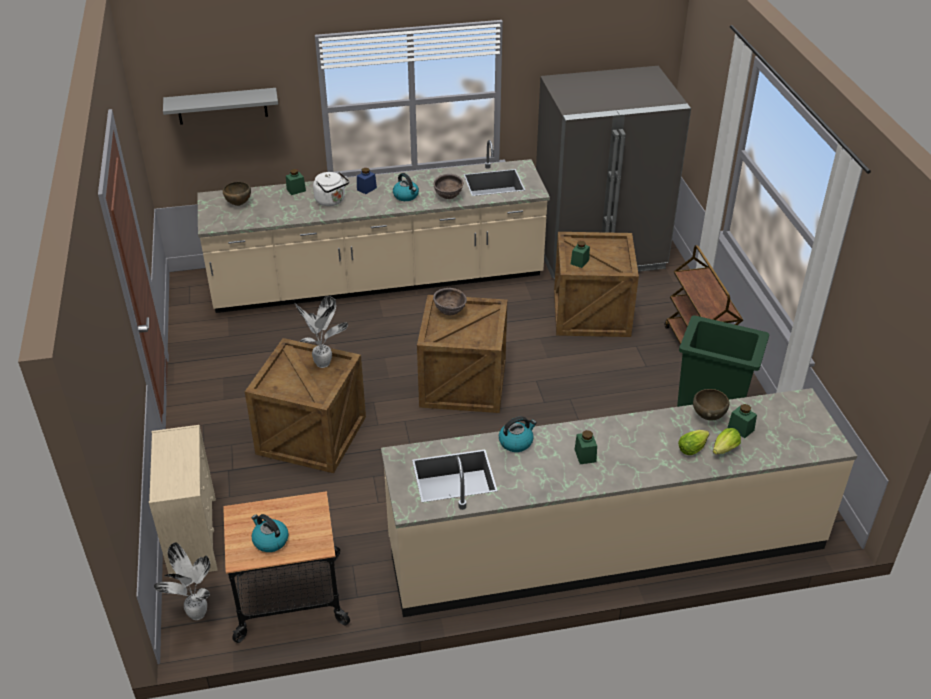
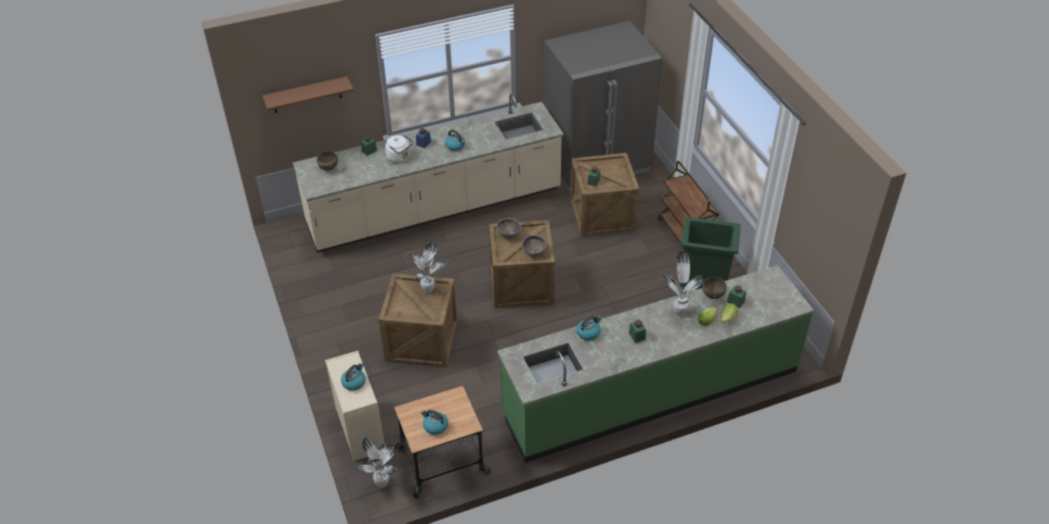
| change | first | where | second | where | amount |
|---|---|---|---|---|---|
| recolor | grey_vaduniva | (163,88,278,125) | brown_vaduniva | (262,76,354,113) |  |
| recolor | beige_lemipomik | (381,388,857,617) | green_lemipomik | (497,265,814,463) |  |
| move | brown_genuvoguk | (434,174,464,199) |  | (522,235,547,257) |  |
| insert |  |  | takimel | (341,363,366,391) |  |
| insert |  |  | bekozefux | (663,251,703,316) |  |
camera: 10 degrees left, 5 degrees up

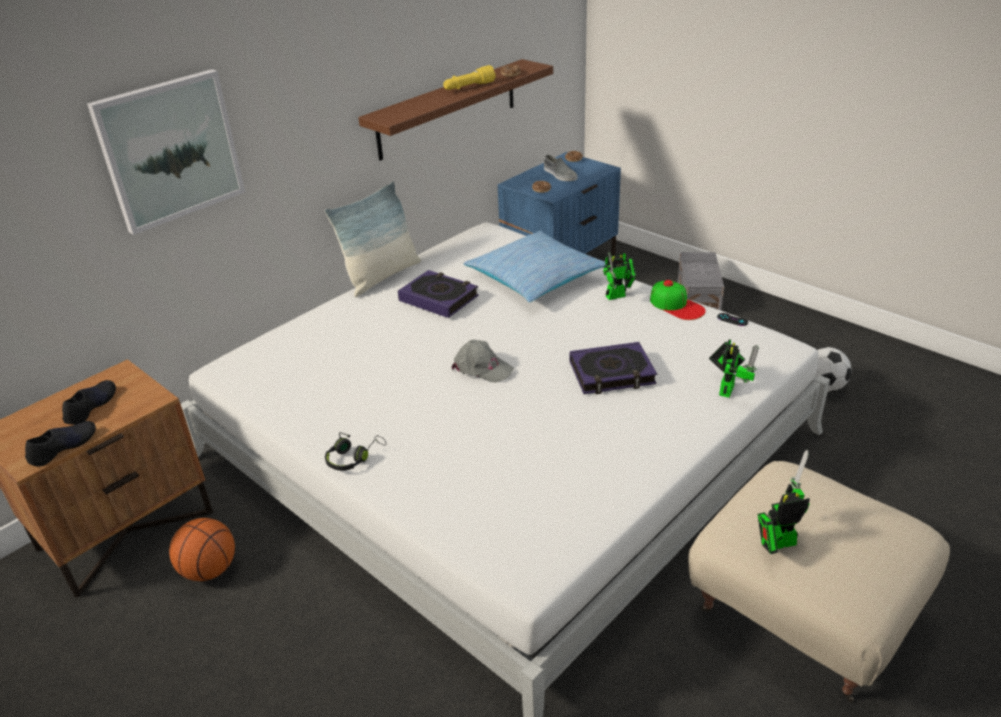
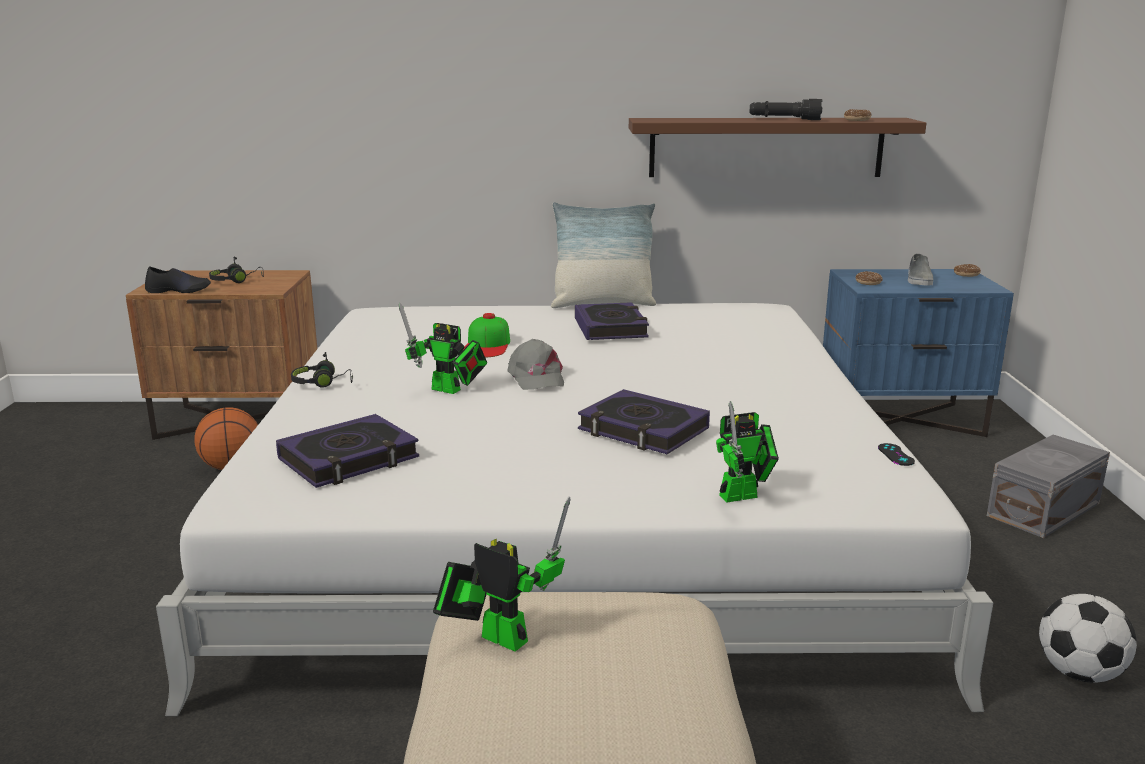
| change | first | where | second | where | amount |
|---|---|---|---|---|---|
| replace | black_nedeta | (62,380,116,425) | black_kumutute | (209,257,264,283) |  |
| delete | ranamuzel | (87,69,245,235) |  |  |  |
| recolor | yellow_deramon | (443,65,496,90) | black_deramon | (749,99,823,120) |  |
| delete | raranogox | (463,230,605,302) |  |  |  |
| move | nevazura | (603,252,636,300) |  | (399,302,487,394) |  |
| move | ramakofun | (650,280,706,320) |  | (463,313,510,358) |  |
| insert |  |  | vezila | (276,414,419,488) |  |
camera: 45 degrees right, 15 degrees down

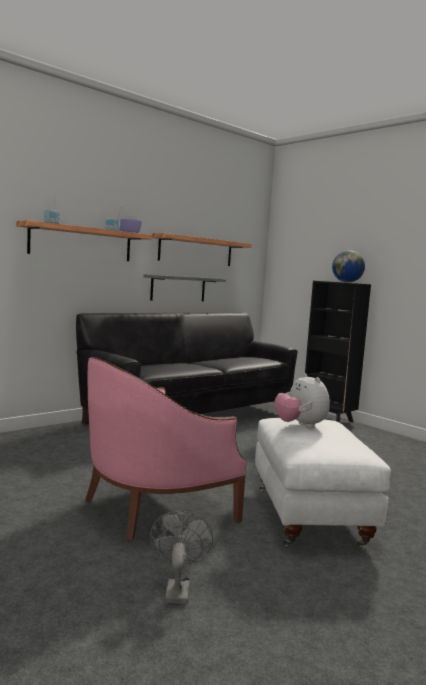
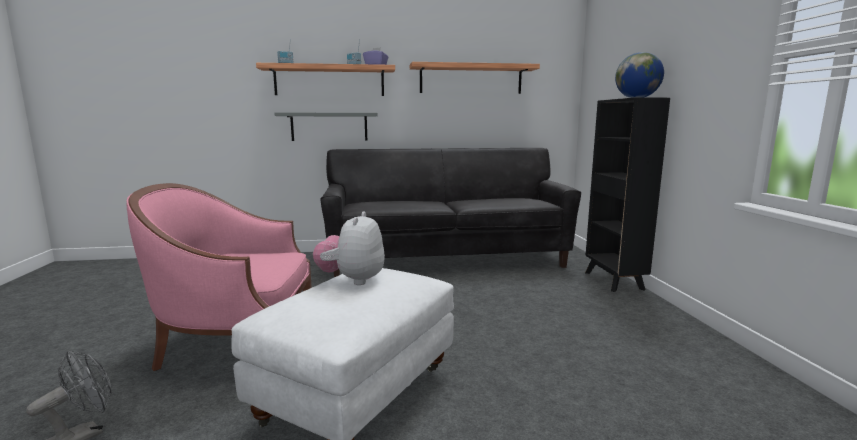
| change | first | where | second | where | amount |
|---|---|---|---|---|---|
| move | grey_vaduniva | (143,274,226,301) |  | (274,113,378,141) |  |
camera: 35 degrees right, 5 degrees up

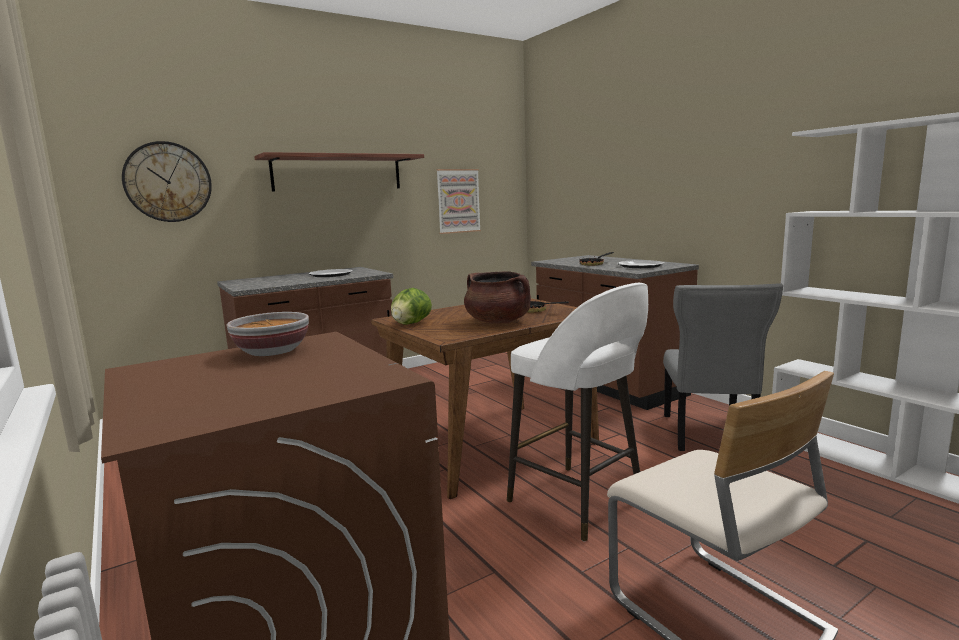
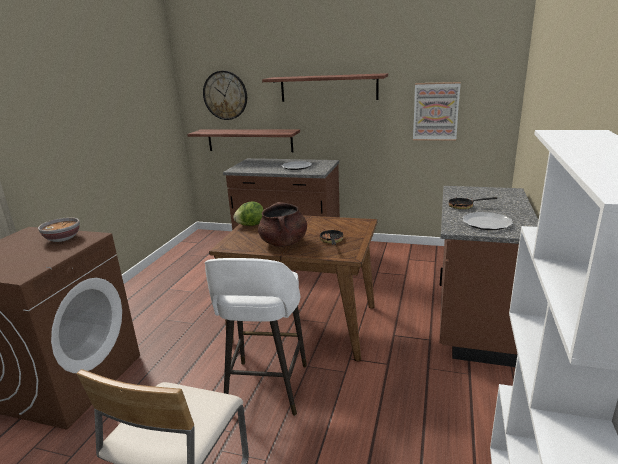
| change | first | where | second | where | amount |
|---|---|---|---|---|---|
| delete | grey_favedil | (663,283,783,451) |  |  |  |
| insert |  |  | vaduniva | (187,129,300,152) |  |
camera: 50 degrees right, 10 degrees up

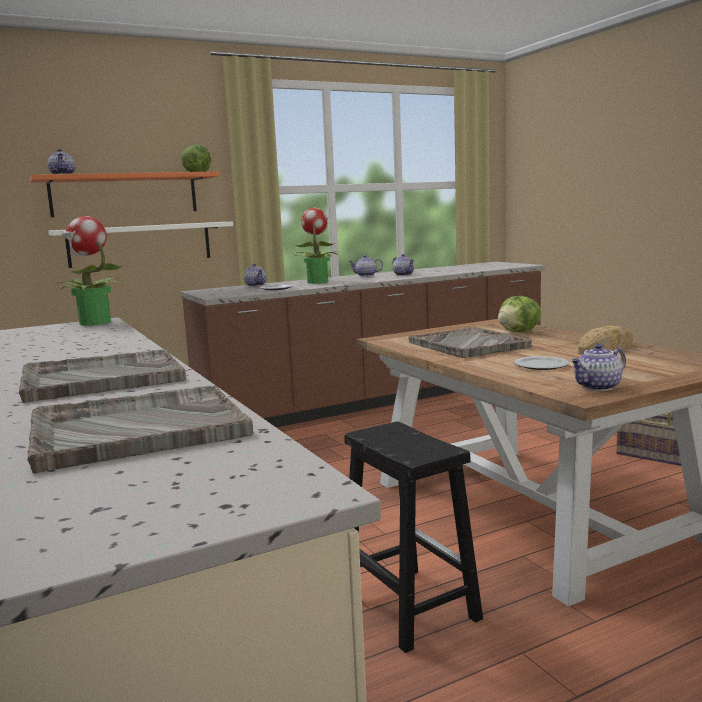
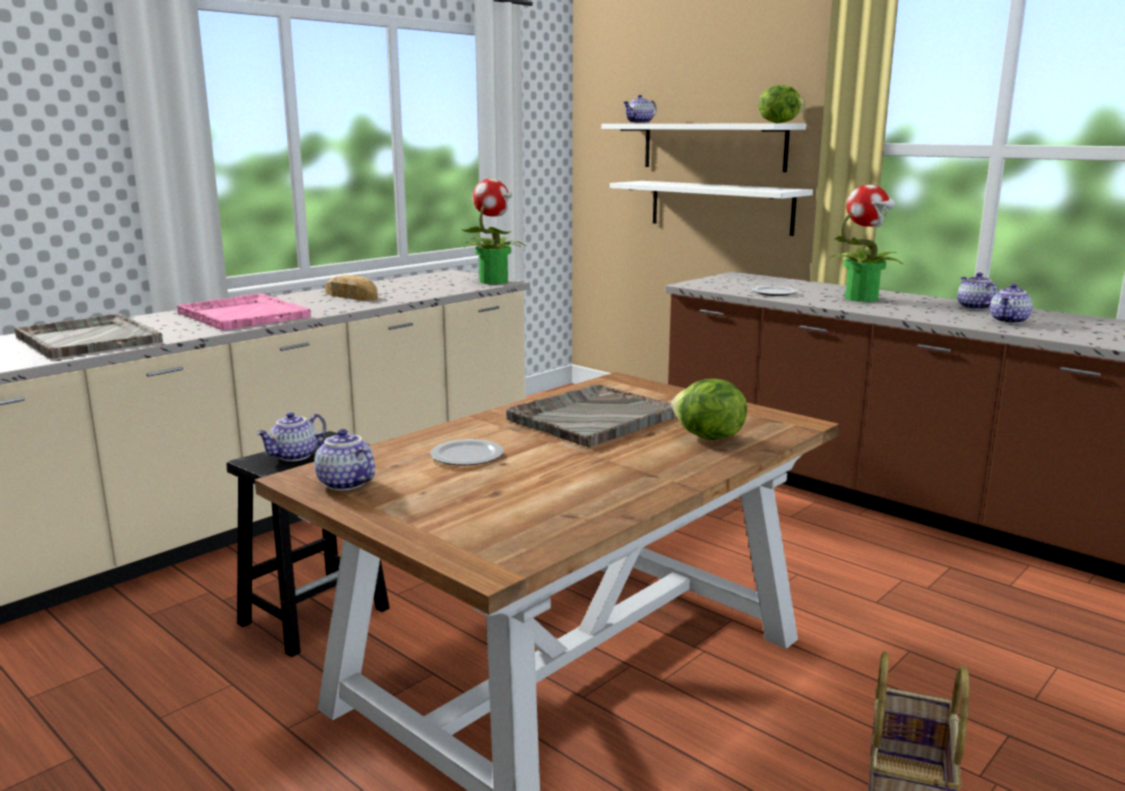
| change | first | where | second | where | amount |
|---|---|---|---|---|---|
| recolor | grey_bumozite | (19,350,186,403) | pink_bumozite | (177,293,311,330) |  |
| recolor | orange_vaduniva | (30,171,219,217) | white_vaduniva | (601,124,806,172) |  |
| move | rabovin | (244,263,266,287) |  | (256,412,326,461) |  |
| move | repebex | (578,325,633,355) |  | (325,275,378,301) |  |
camera: 70 degrees right, 5 degrees up

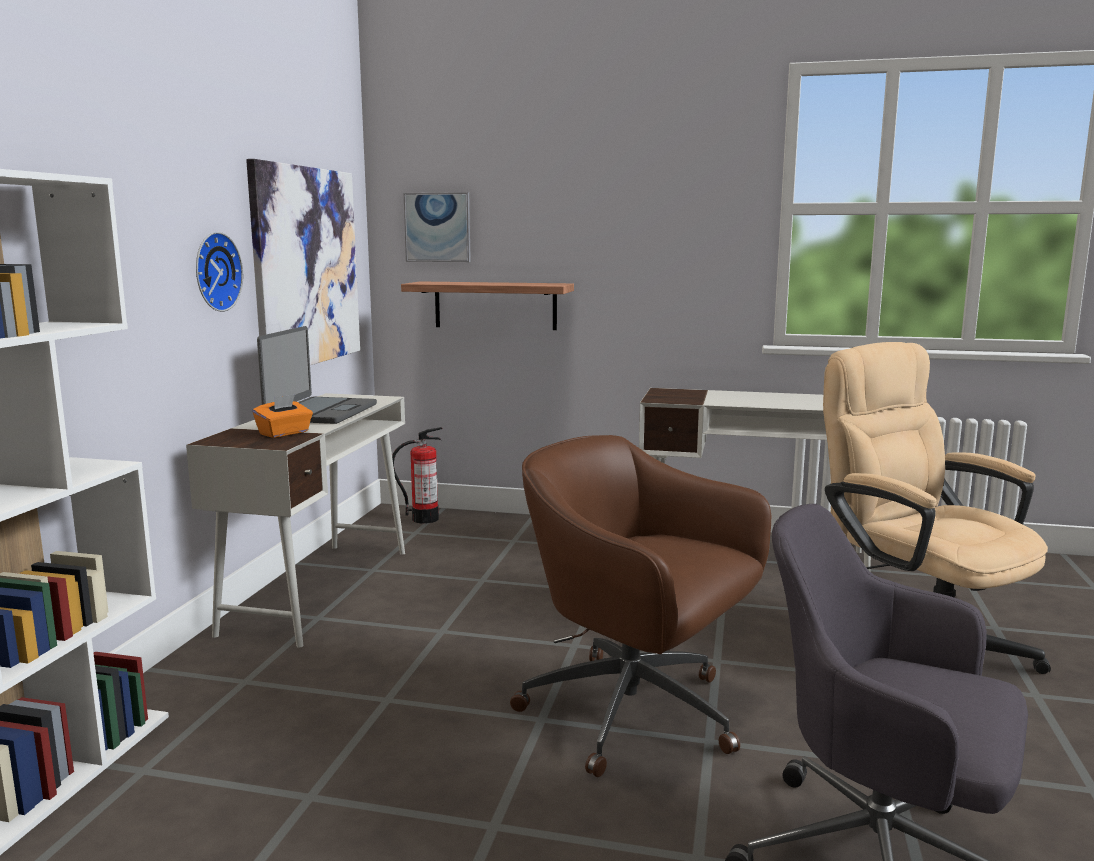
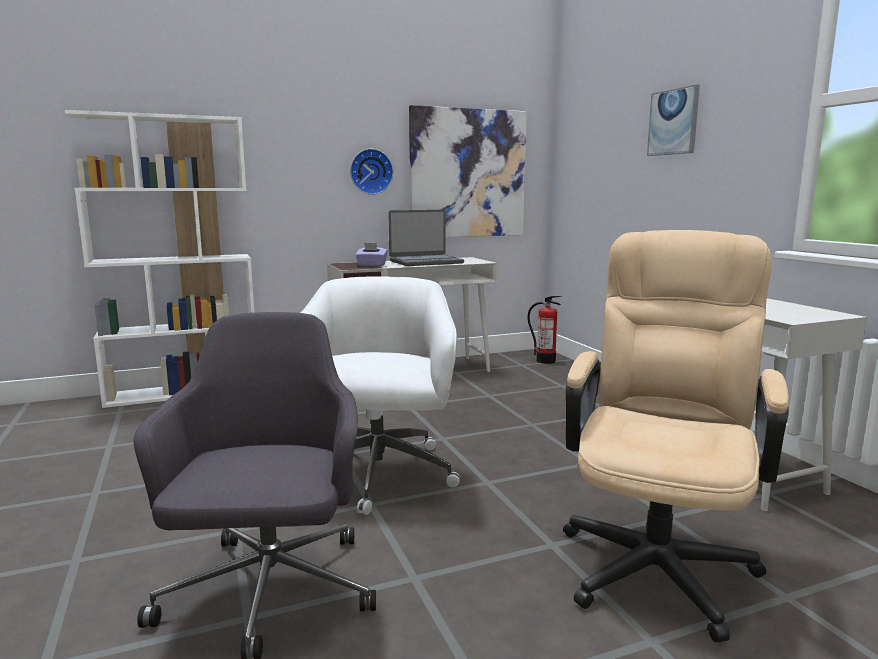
| change | first | where | second | where | amount |
|---|---|---|---|---|---|
| recolor | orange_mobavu | (252,394,313,438) | purple_mobavu | (355,243,388,267) |  |
| delete | vaduniva | (401,281,574,330) |  |  |  |
| move | ranamuzel | (404,192,471,262) |  | (647,84,700,156) |  |
| recolor | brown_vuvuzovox | (510,435,772,777) | white_vuvuzovox | (301,276,460,515) |  |
camera: 55 degrees right, 0 degrees up

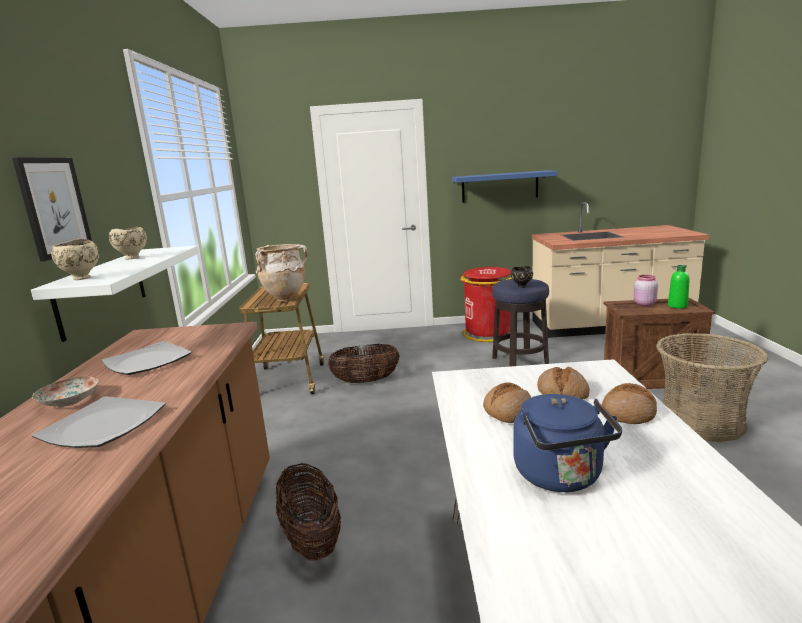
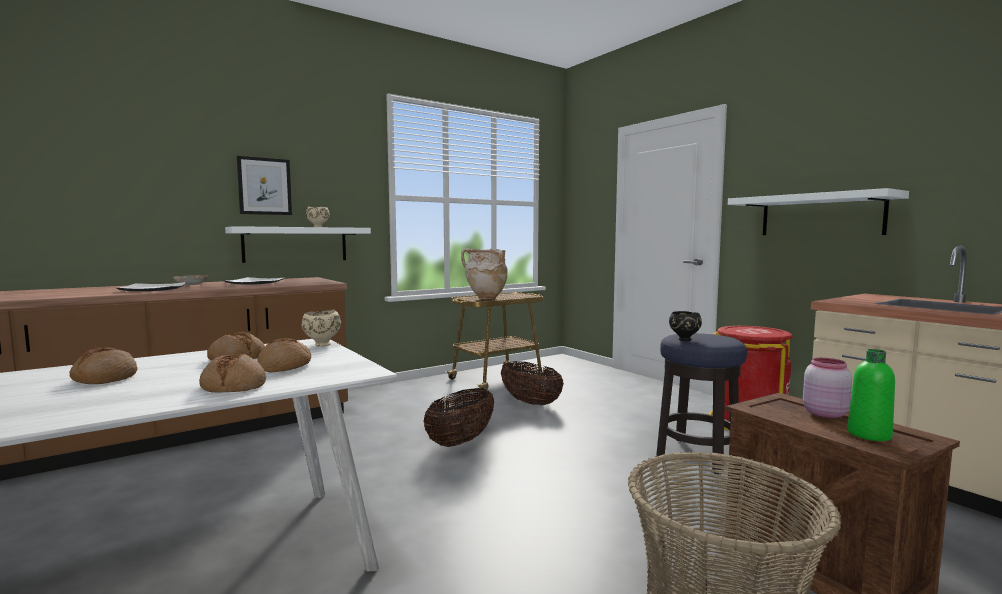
| change | first | where | second | where | amount |
|---|---|---|---|---|---|
| move | beige_genuvoguk | (51,239,99,280) |  | (302,309,341,347) |  |
| move | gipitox | (276,463,341,561) |  | (424,388,494,447) |  |
| recolor | blue_vaduniva | (452,170,558,203) | white_vaduniva | (728,188,909,235) |  |
| replace | blue_takimel | (513,394,622,492) | repebex | (69,347,138,384) |  |
camera: 55 degrees right, 10 degrees down

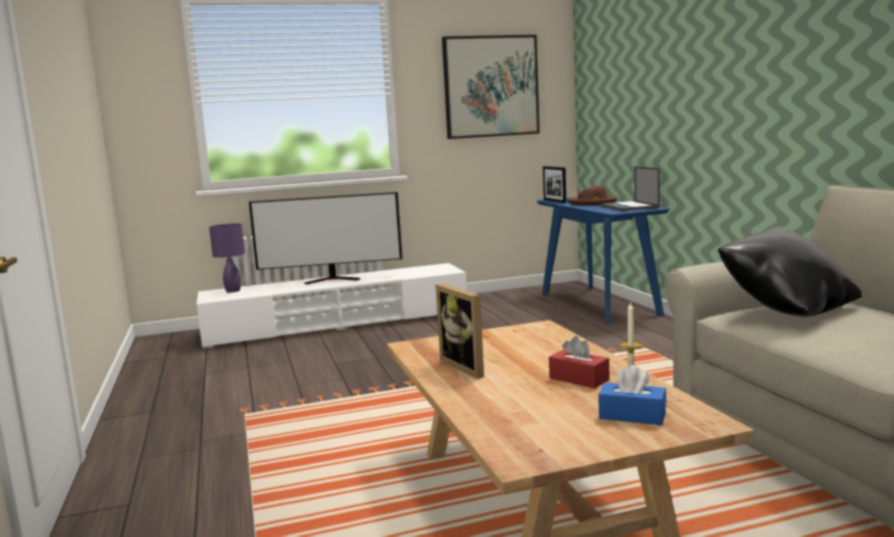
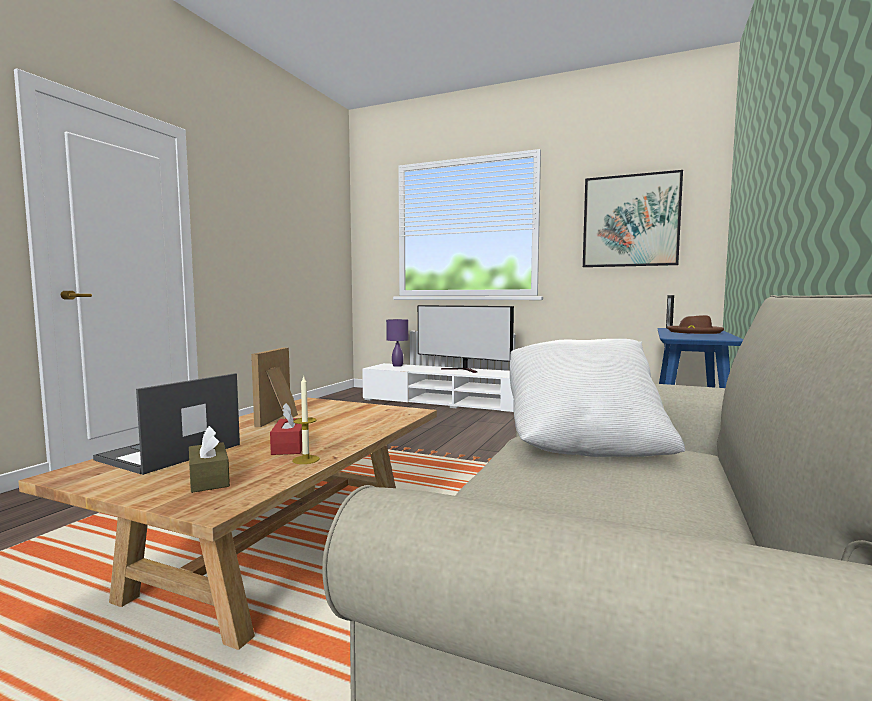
| change | first | where | second | where | amount |
|---|---|---|---|---|---|
| recolor | blue_mobavu | (598,365,667,425) | brown_mobavu | (189,426,230,493) |  |
| move | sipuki | (599,166,660,211) |  | (93,373,240,475) |  |
| recolor | black_raranogox | (718,226,862,318) | white_raranogox | (509,339,685,457) |  |
camera: 40 degrees right, 5 degrees down

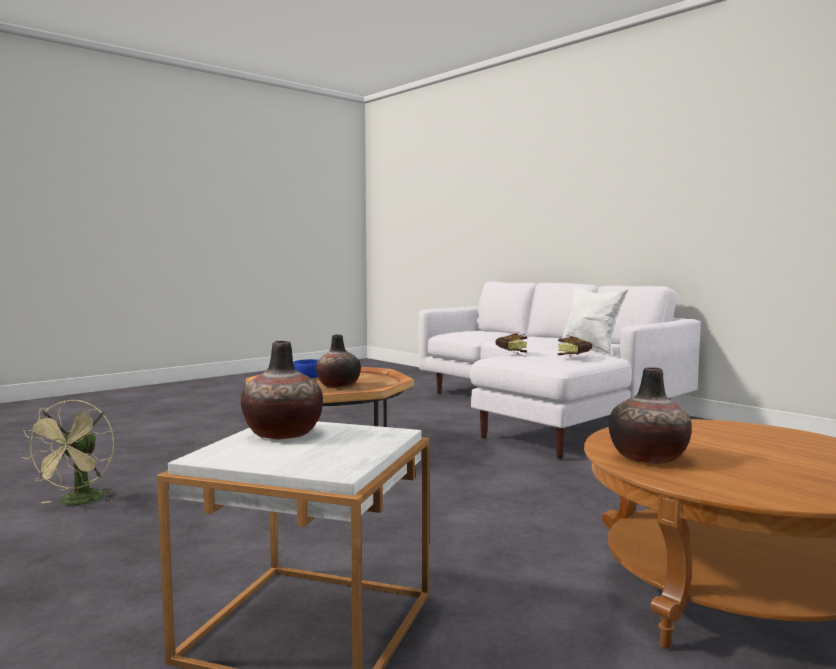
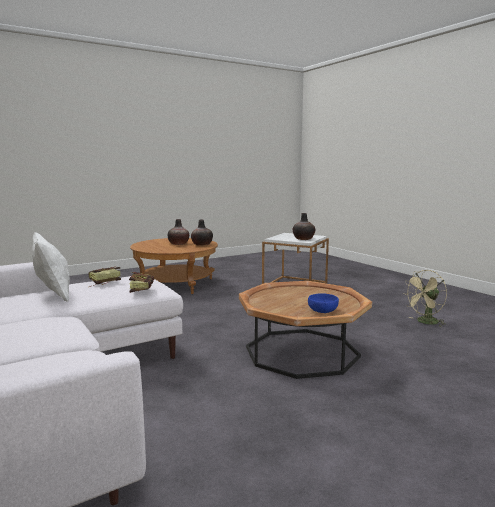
| change | first | where | second | where | amount |
|---|---|---|---|---|---|
| rotate | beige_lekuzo | (21,399,118,505) |  | (403,270,447,327) | 135 degrees counterclockwise |
| move | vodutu | (316,334,361,388) |  | (168,219,189,245) |  |
camera: 170 degrees left, 5 degrees up

